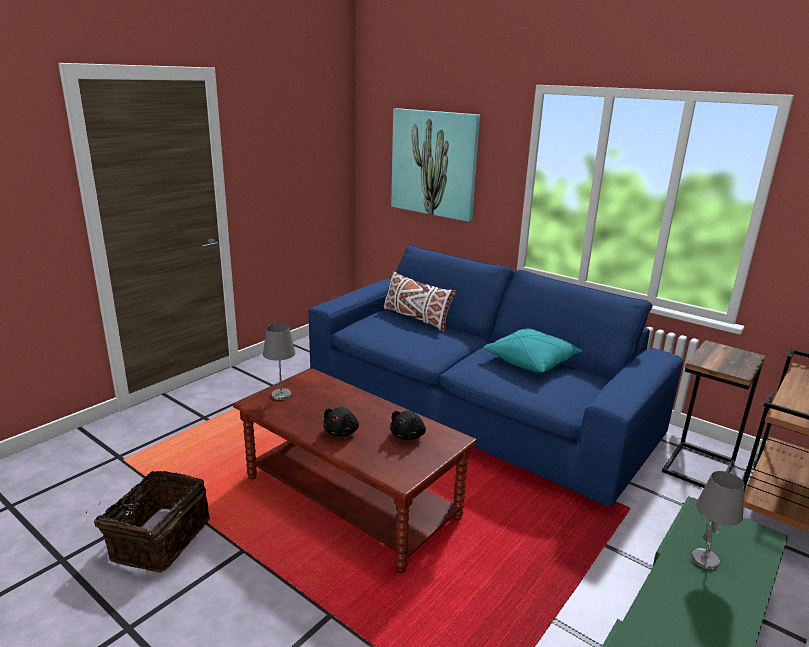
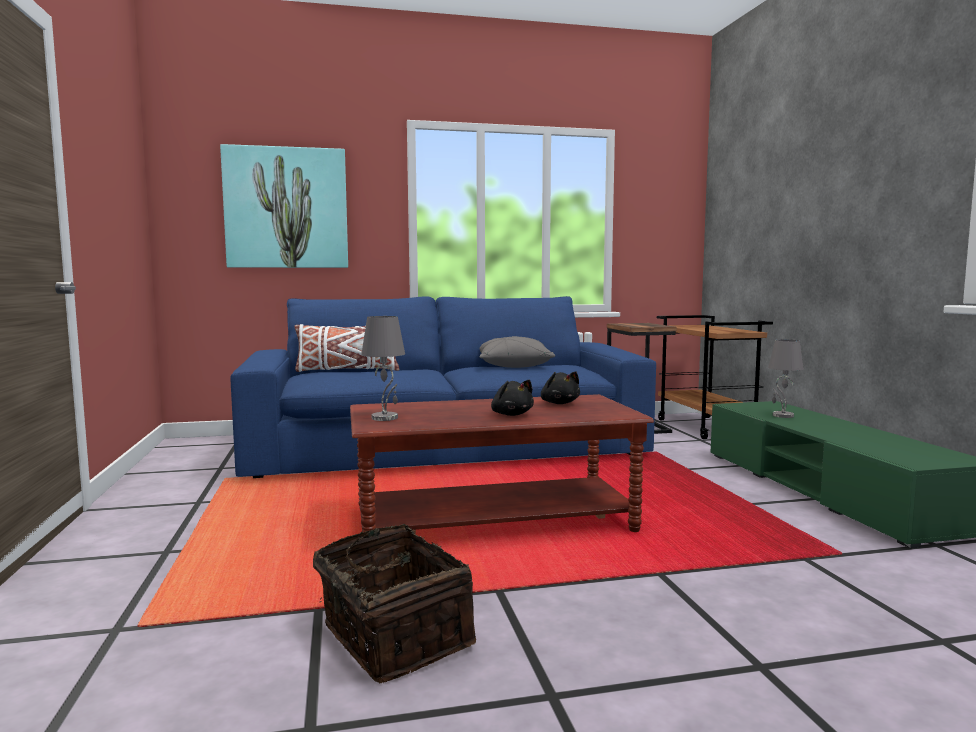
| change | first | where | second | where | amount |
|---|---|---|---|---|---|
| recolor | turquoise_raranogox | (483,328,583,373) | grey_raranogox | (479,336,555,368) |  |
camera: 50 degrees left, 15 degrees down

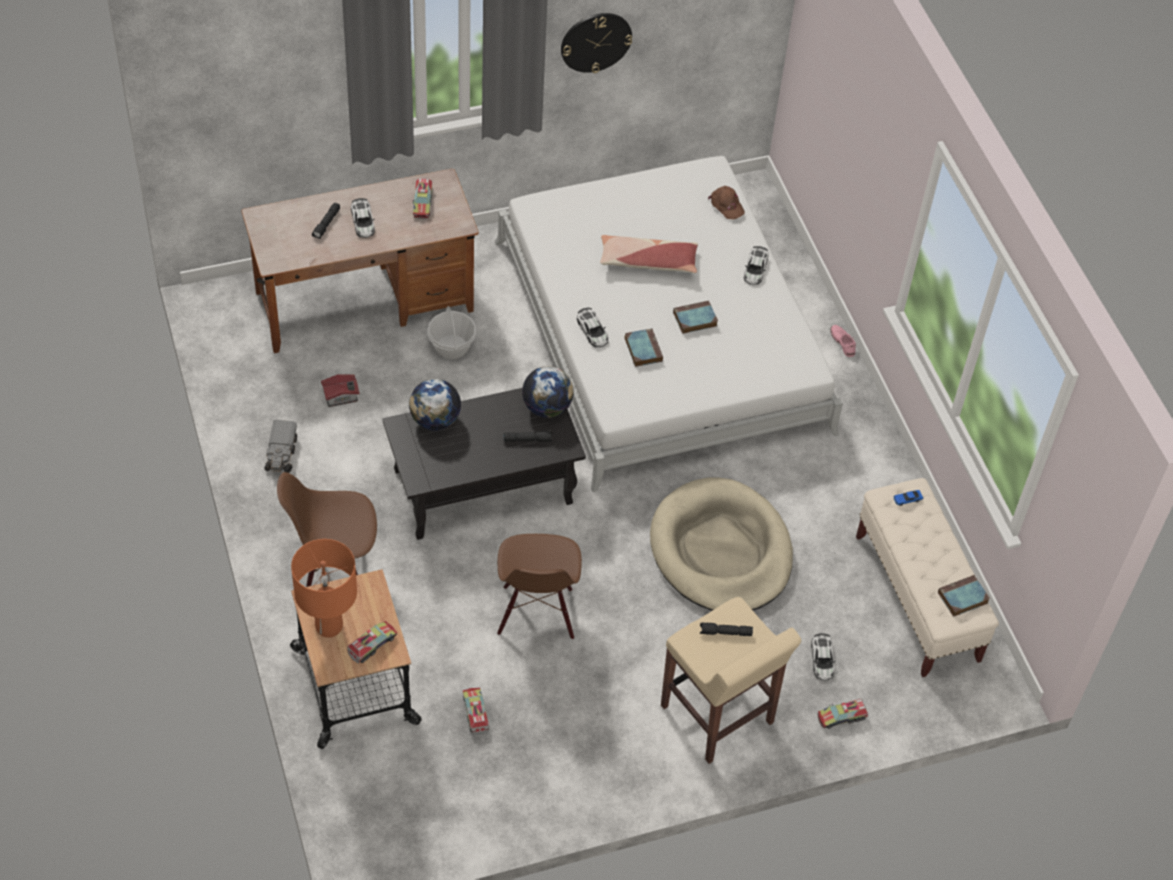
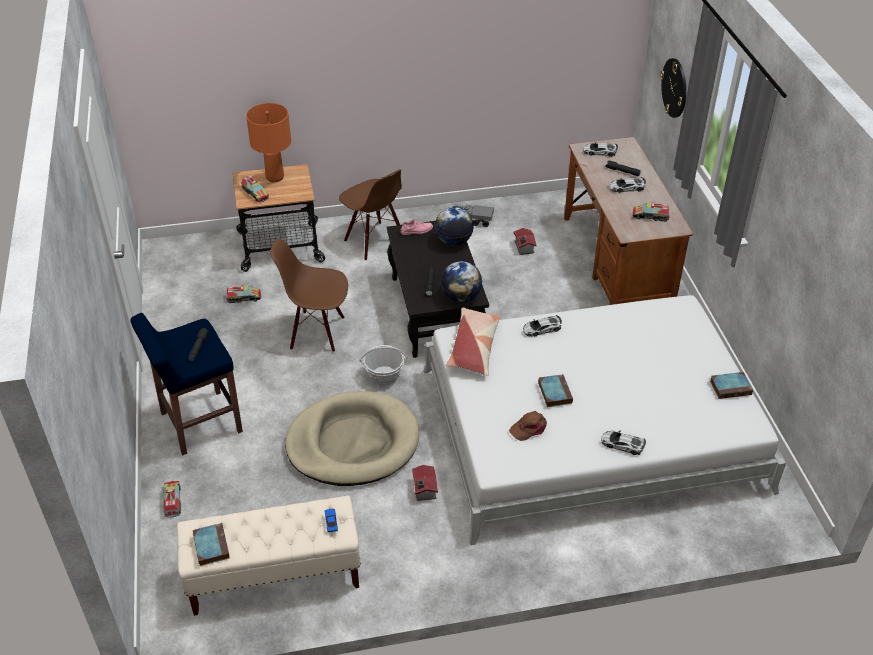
| change | first | where | second | where | amount |
|---|---|---|---|---|---|
| rotate | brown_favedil | (277,472,377,587) |  | (339,169,402,261) | 135 degrees clockwise |
| move | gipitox | (428,306,476,359) |  | (359,345,408,386) |  |
| move | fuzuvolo | (561,13,632,73) |  | (660,58,686,118) |  |
| move | raranogox | (600,235,698,273) |  | (446,307,500,376) |  |
| move | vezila | (624,328,663,367) |  | (710,372,753,399) |  |
| recolor | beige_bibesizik | (661,597,801,764) | blue_bibesizik | (130,313,243,455) |  |
| move | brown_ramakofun | (708,186,745,219) |  | (509,411,547,441) |  |
| move | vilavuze | (811,633,836,681) |  | (583,142,618,157) |  |
| move | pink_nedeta | (830,325,856,357) |  | (400,220,433,235) |  |
| insert |  |  | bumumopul | (412,465,438,501) |  |
camera: 100 degrees right, 10 degrees down

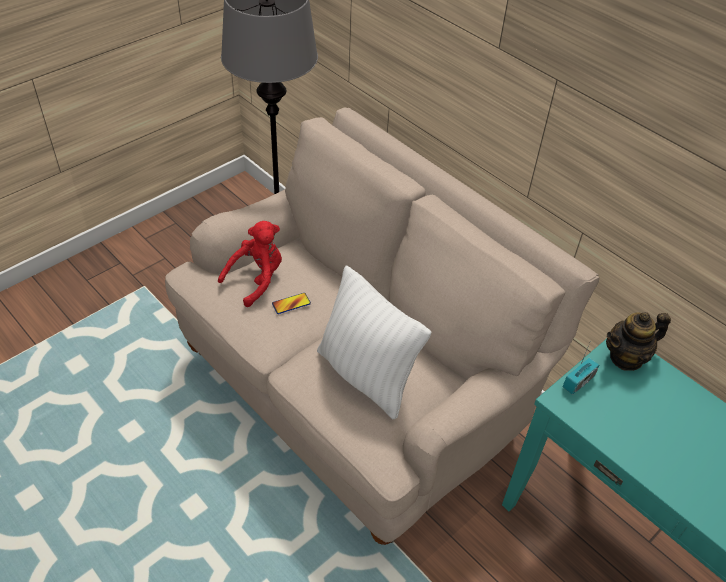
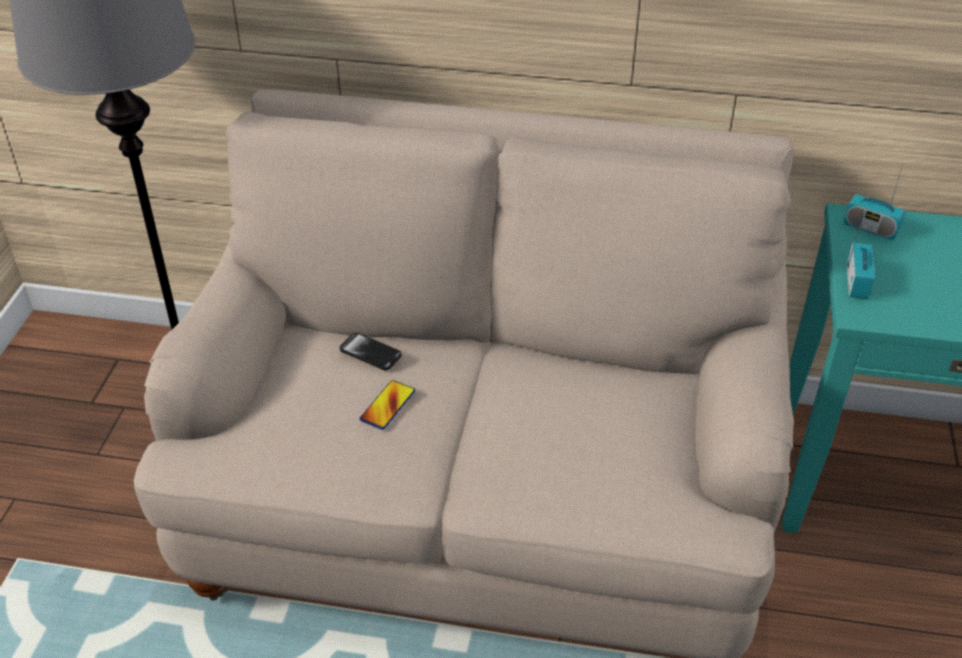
| change | first | where | second | where | amount |
|---|---|---|---|---|---|
| delete | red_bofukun | (218,221,282,307) |  |  |  |
| delete | white_raranogox | (317,266,431,420) |  |  |  |
| replace | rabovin | (606,312,671,371) | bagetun | (844,164,905,240) |  |
| insert |  |  | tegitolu | (340,333,402,370) |  |
camera: 35 degrees left, 5 degrees down

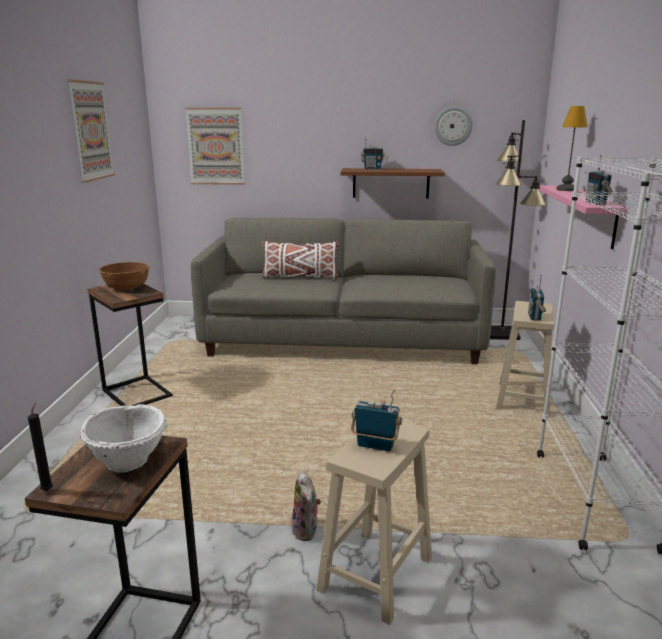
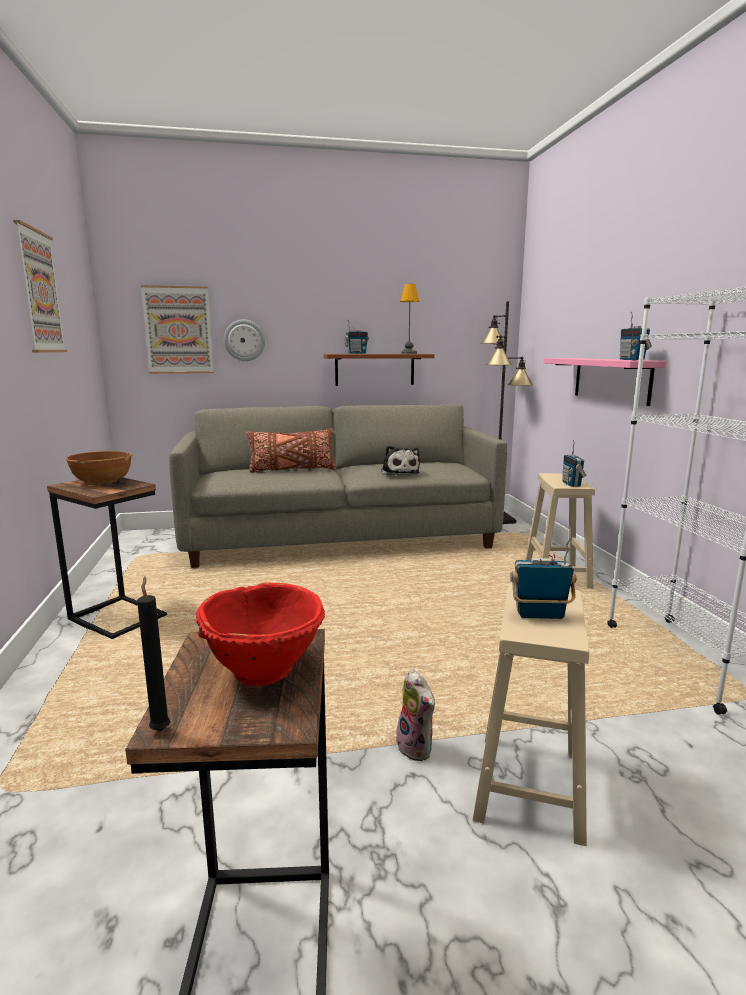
| change | first | where | second | where | amount |
|---|---|---|---|---|---|
| recolor | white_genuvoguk | (79,404,168,473) | red_genuvoguk | (196,582,325,686) |  |
| recolor | white_raranogox | (262,241,339,279) | brown_raranogox | (246,428,336,473) |  |
| move | fuzuvolo | (434,106,473,146) |  | (224,320,265,361) |  |
| move | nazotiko | (556,106,588,191) |  | (400,284,420,354) |  |
| insert |  |  | bofukun | (381,446,420,476) |  |
camera: 15 degrees left, 5 degrees down

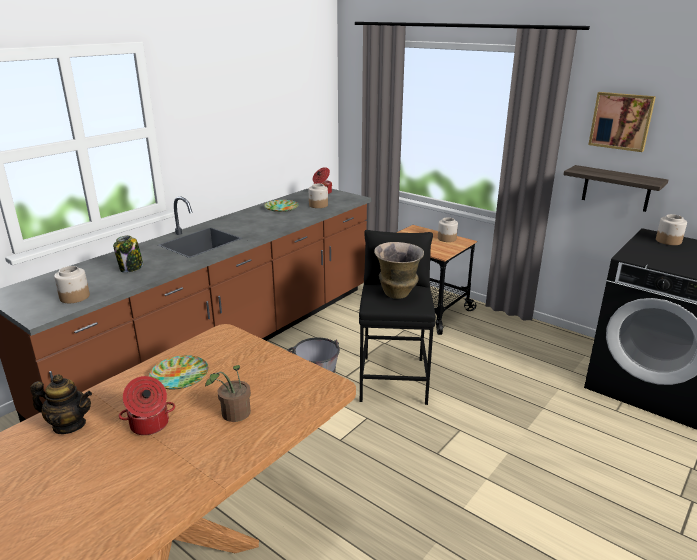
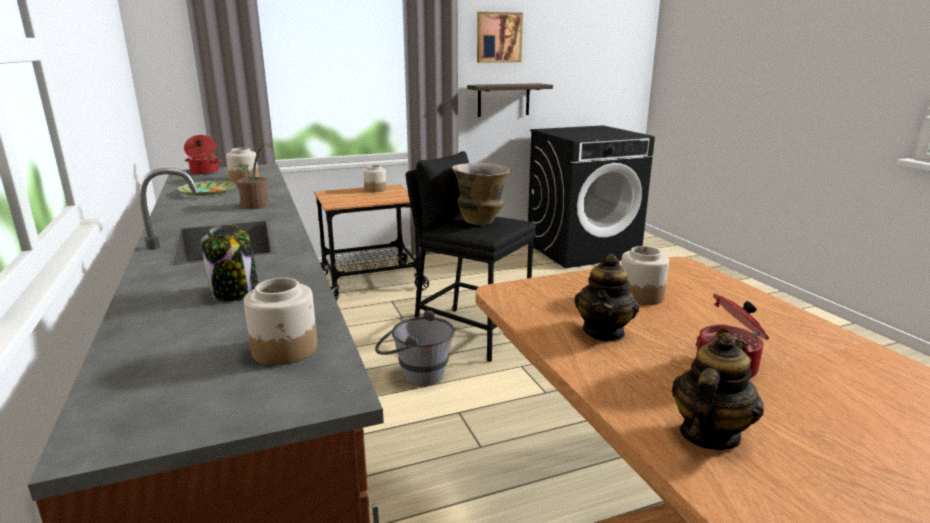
| change | first | where | second | where | amount |
|---|---|---|---|---|---|
| replace | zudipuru | (149,355,209,389) | rabovin | (574,254,639,342) |  |
| move | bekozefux | (205,365,251,422) |  | (234,143,272,209) |  |
| move | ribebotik | (656,214,687,245) |  | (621,246,669,305) |  |
camera: 60 degrees left, 5 degrees down

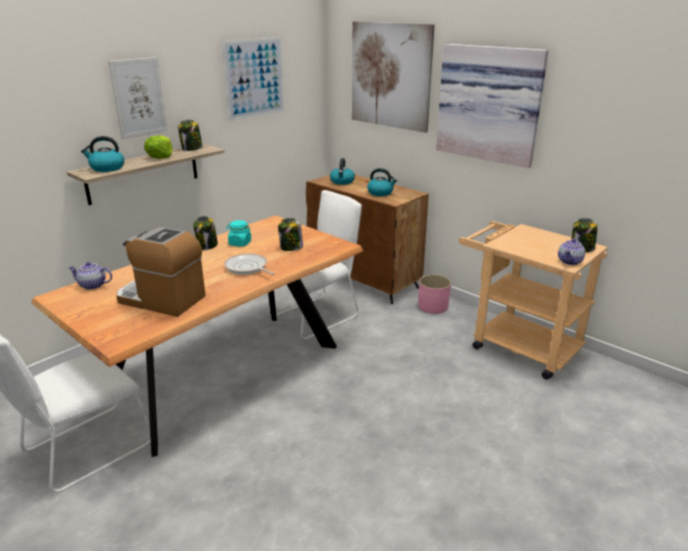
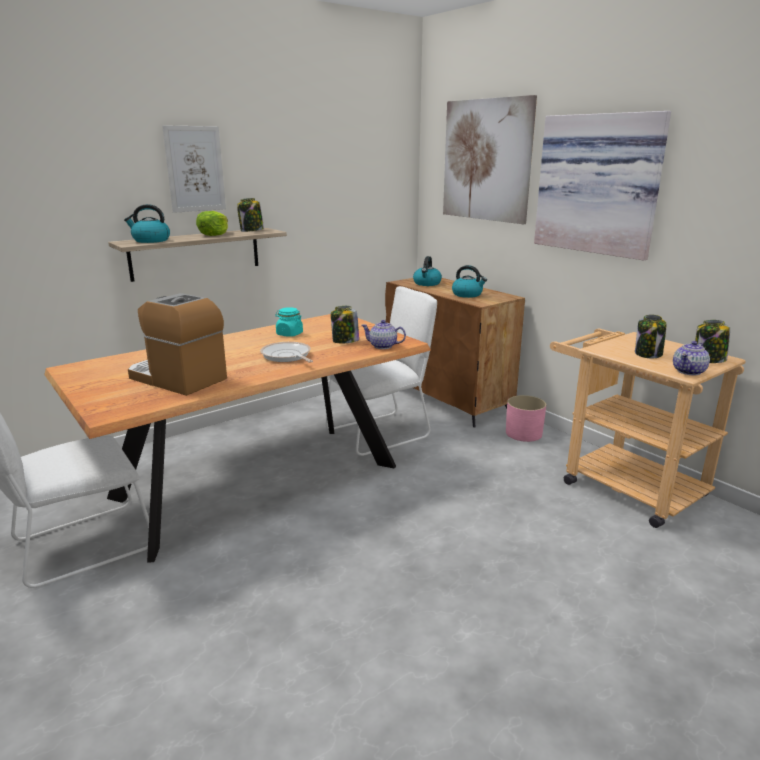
| change | first | where | second | where | amount |
|---|---|---|---|---|---|
| move | rabovin | (68,262,112,290) |  | (361,320,406,349) |  |
| move | ribebotik | (193,216,218,250) |  | (635,314,666,358) |  |
| delete | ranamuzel | (221,37,284,121) |  |  |  |
camera: 10 degrees right, 5 degrees down

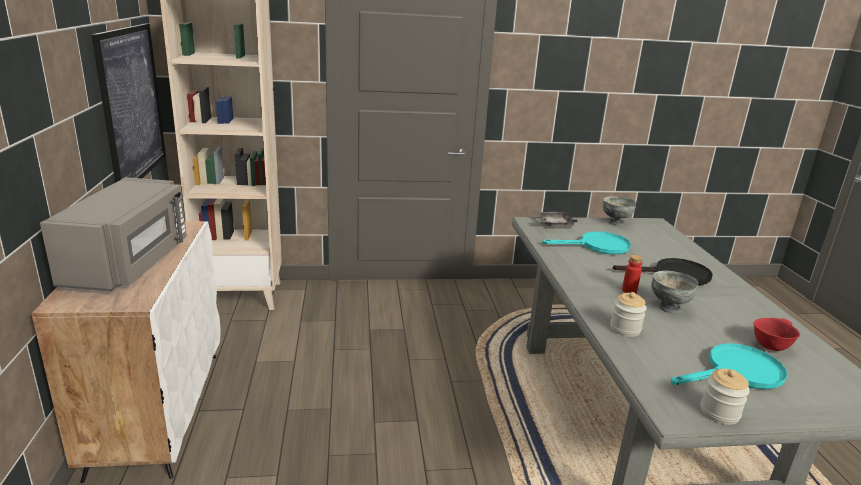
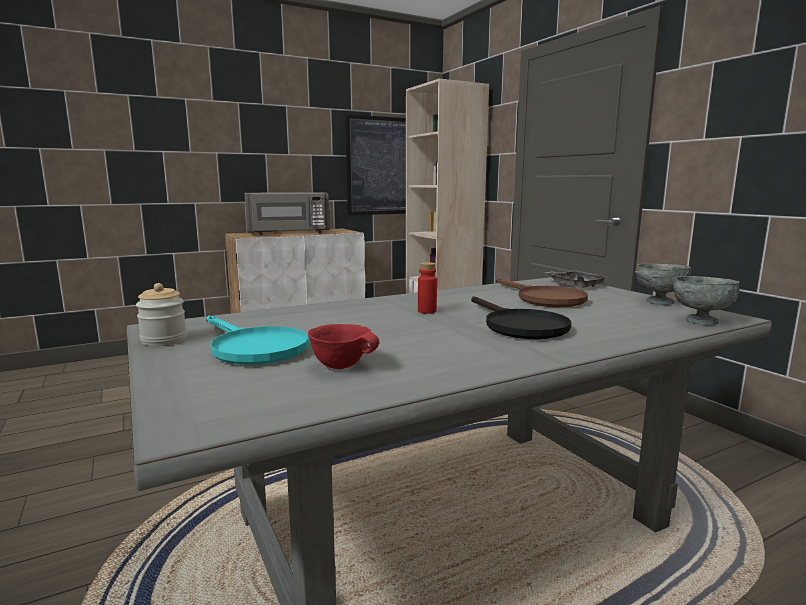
| change | first | where | second | where | amount |
|---|---|---|---|---|---|
| recolor | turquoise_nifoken | (542,231,631,255) | brown_nifoken | (496,278,588,307) |  |
| delete | ribebotik | (610,292,647,337) |  |  |  |
| move | grey_genuvoguk | (651,271,698,314) |  | (673,276,740,325) |  |
camera: 70 degrees right, 10 degrees down

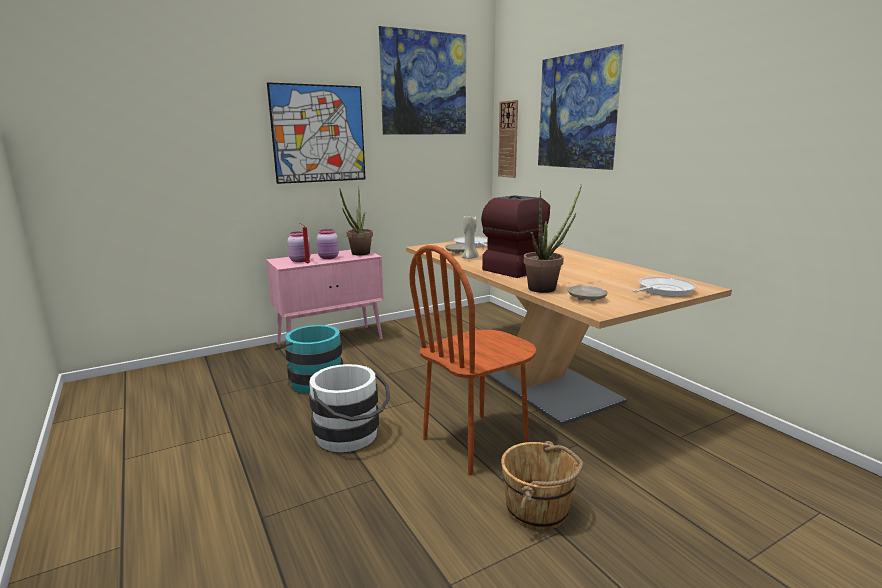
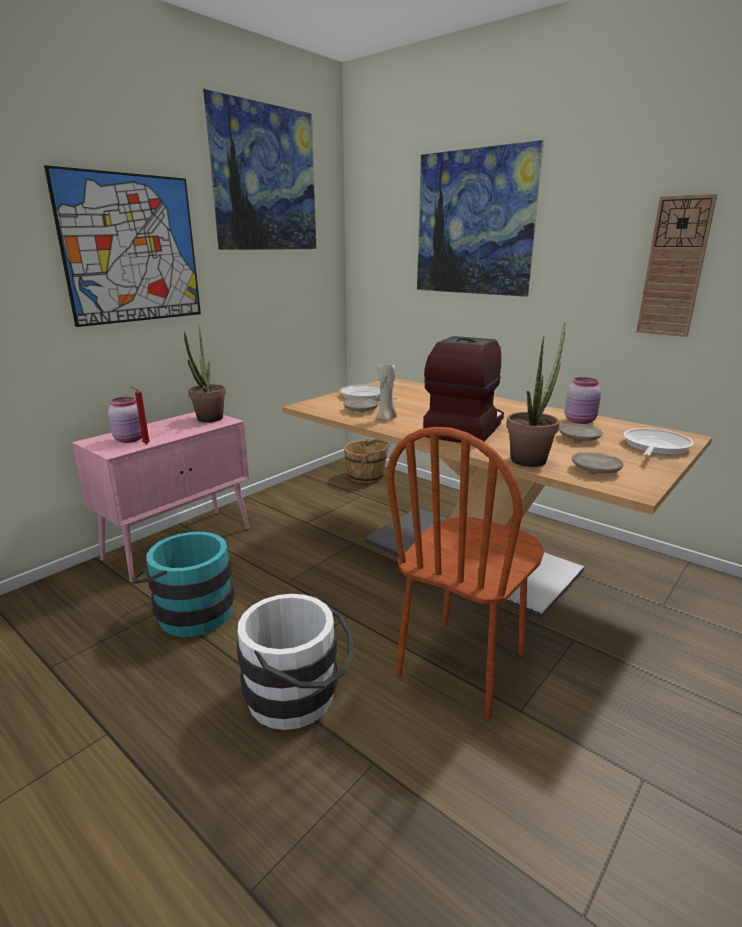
| change | first | where | second | where | amount |
|---|---|---|---|---|---|
| move | pink_ribebotik | (317,229,339,259) |  | (565,377,601,424) |  |
| move | fuzuvolo | (498,100,518,178) |  | (636,194,717,337) |  |
| move | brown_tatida | (501,441,584,530) |  | (344,439,390,484) |  |
| insert |  |  | beige_zudipuru | (559,423,603,442) |  |
camera: 20 degrees left, 5 degrees up

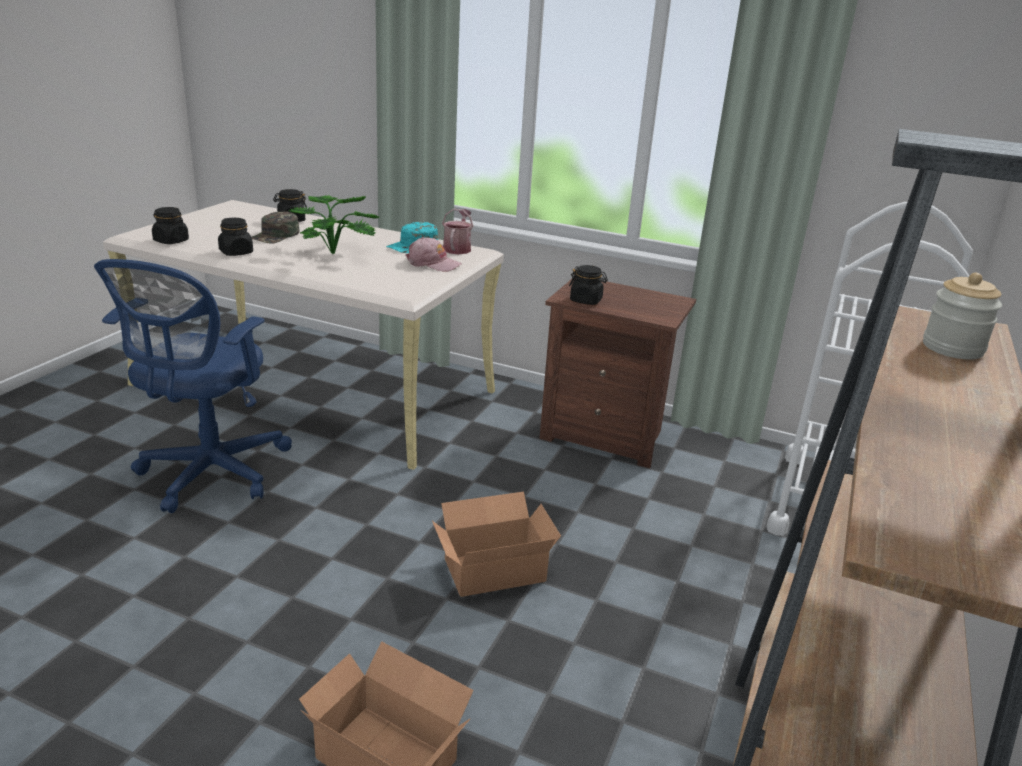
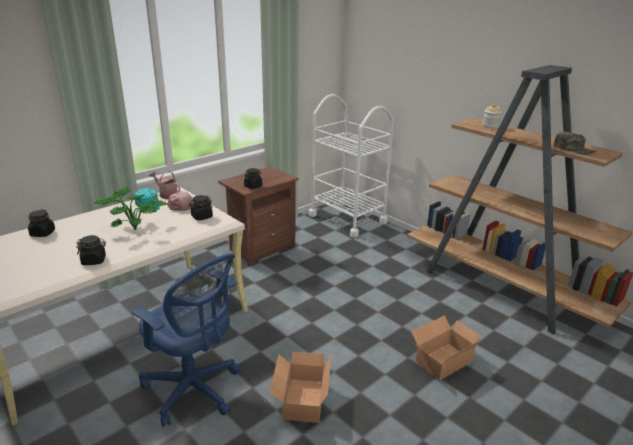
| change | first | where | second | where | amount |
|---|---|---|---|---|---|
| move | black_ribebotik | (152,207,189,244) |  | (189,195,213,220) |  |
| move | green_ramakofun | (251,211,299,243) |  | (553,131,597,155) |  |
| move | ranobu | (432,491,561,597) |  | (269,352,331,423) |  |
camera: 65 degrees left, 0 degrees up

